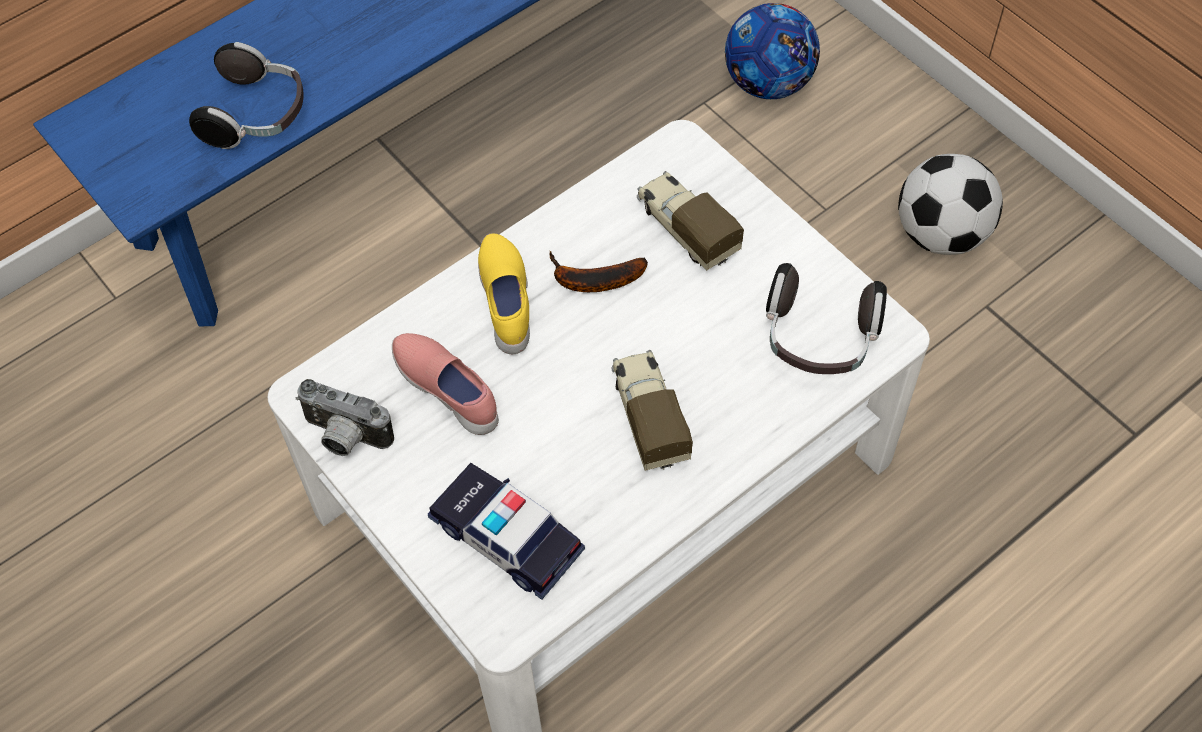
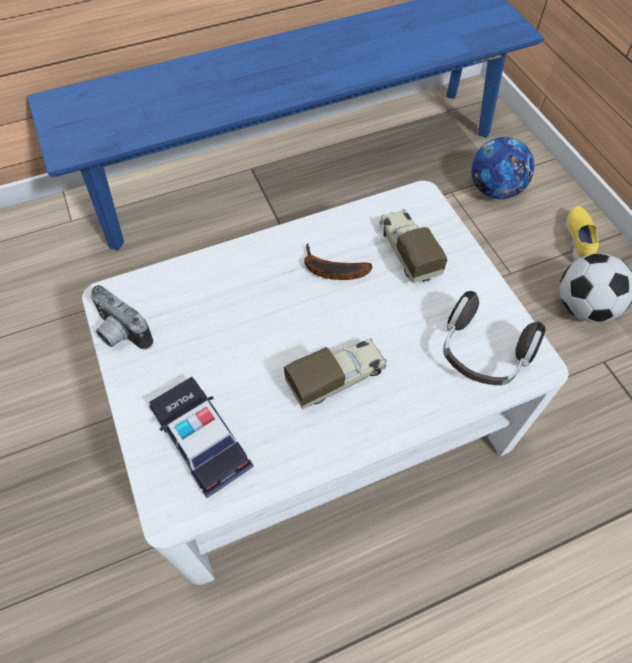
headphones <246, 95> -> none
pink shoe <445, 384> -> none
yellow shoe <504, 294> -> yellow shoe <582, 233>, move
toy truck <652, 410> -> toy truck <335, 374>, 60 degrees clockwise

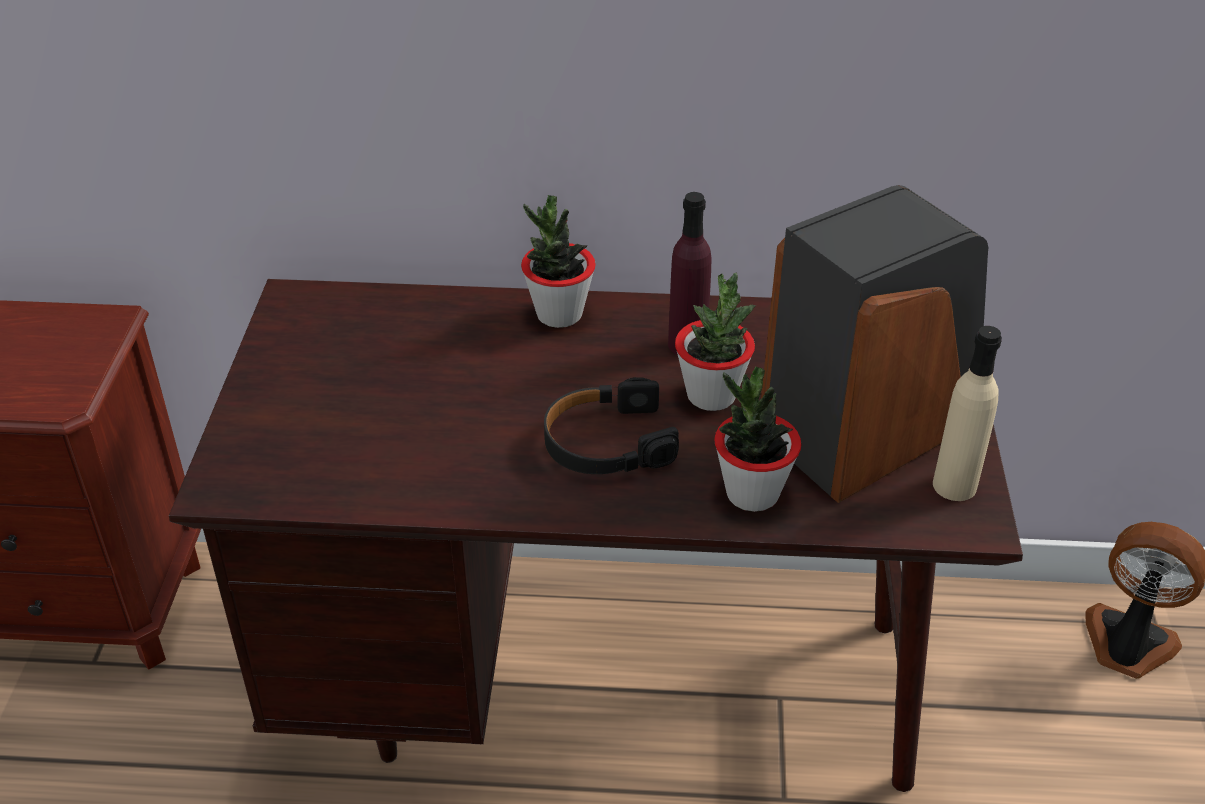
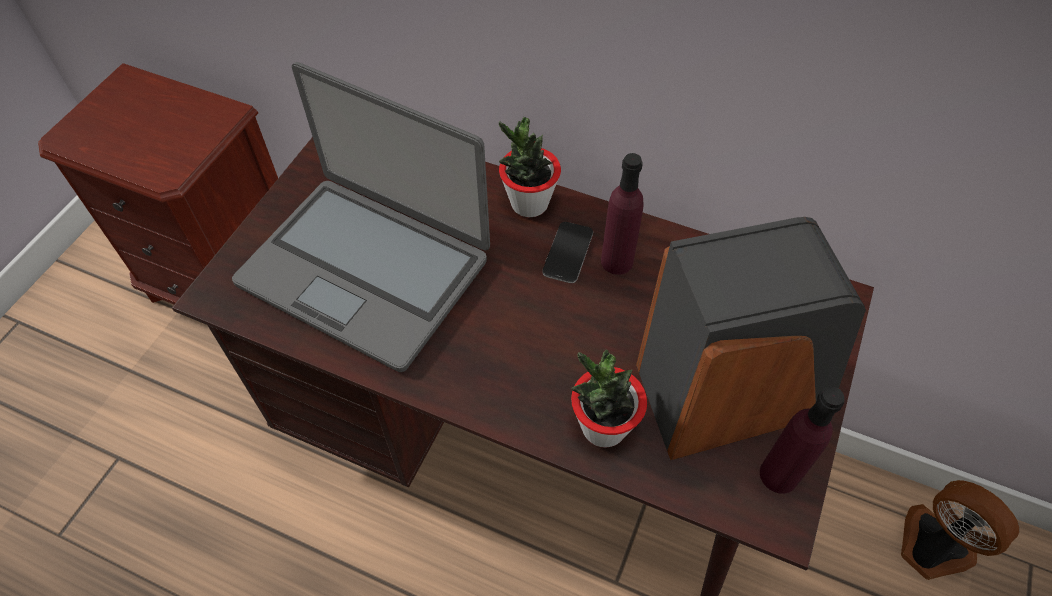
black headphones <611, 425> -> none
potted plant <715, 341> -> none
beige bottle <967, 413> -> purple bottle <802, 440>
none -> laptop <361, 217>
none -> phone <567, 252>

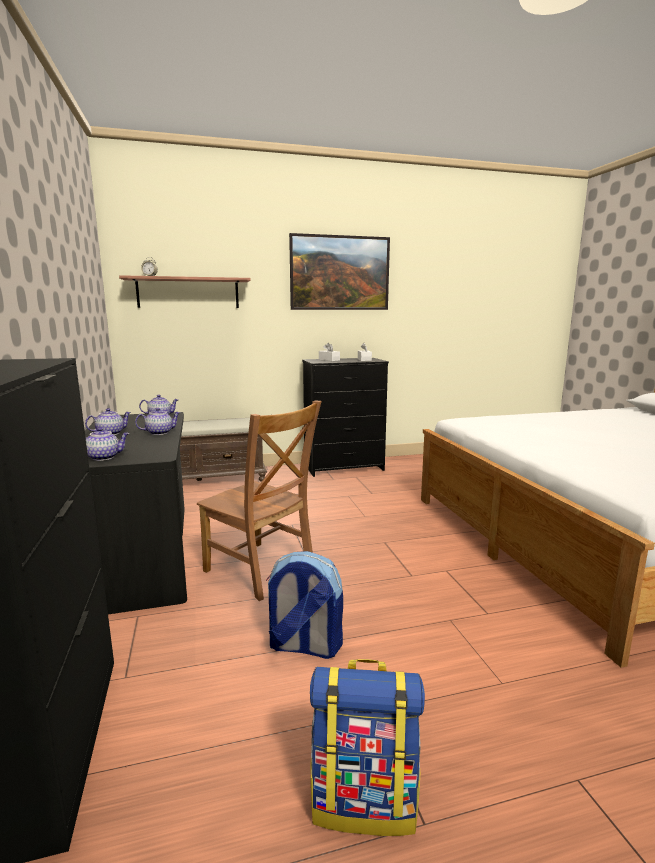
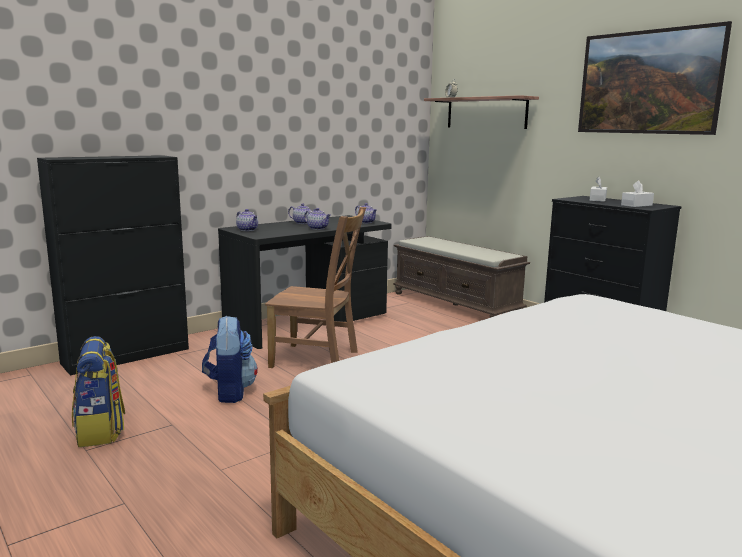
brown chair <259, 501> -> brown chair <315, 287>, 90 degrees counterclockwise

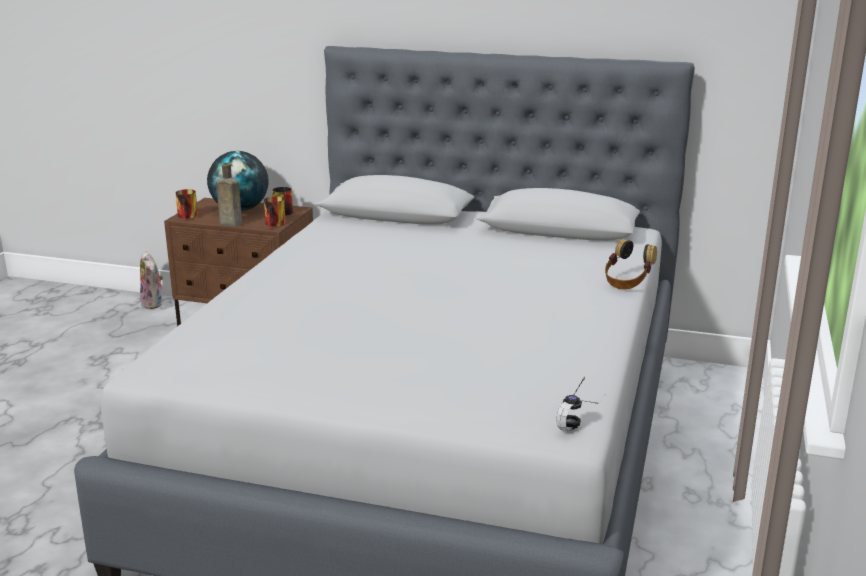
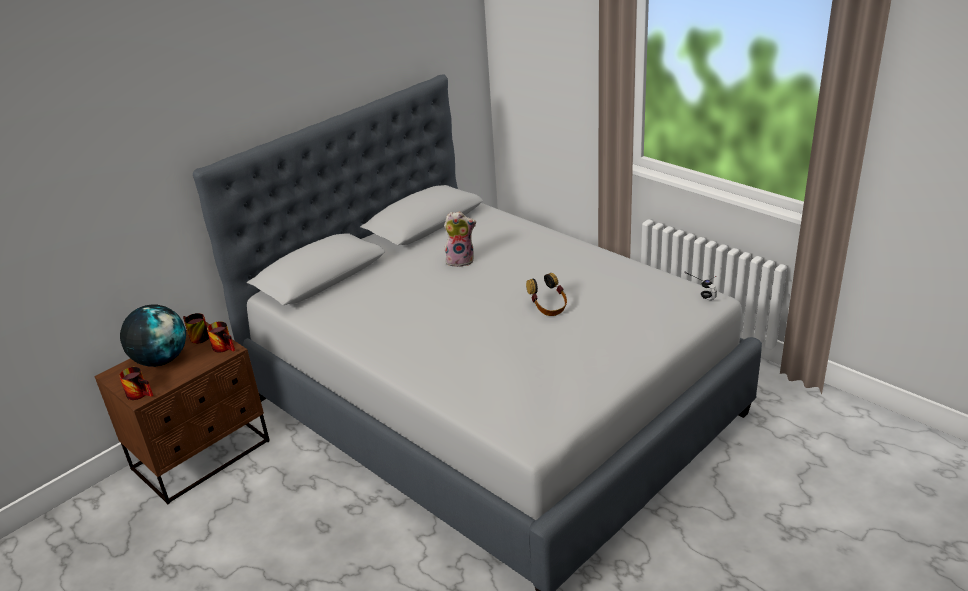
plush toy <151, 280> -> plush toy <460, 239>, move
brown bottle <229, 195> -> none
headphones <631, 264> -> headphones <546, 294>, move

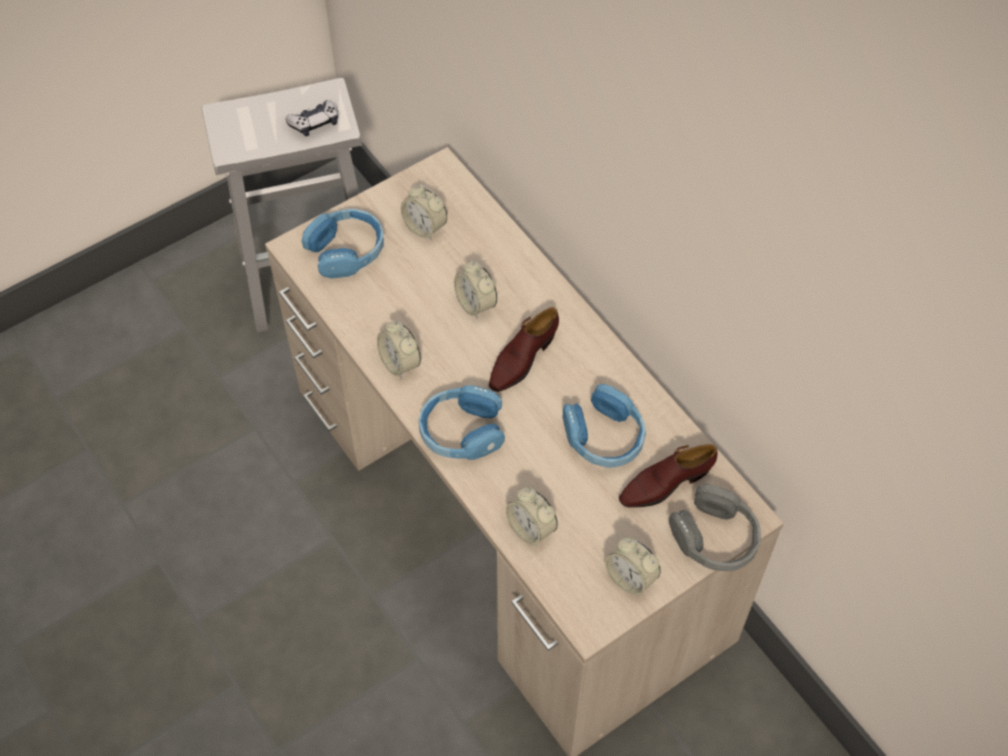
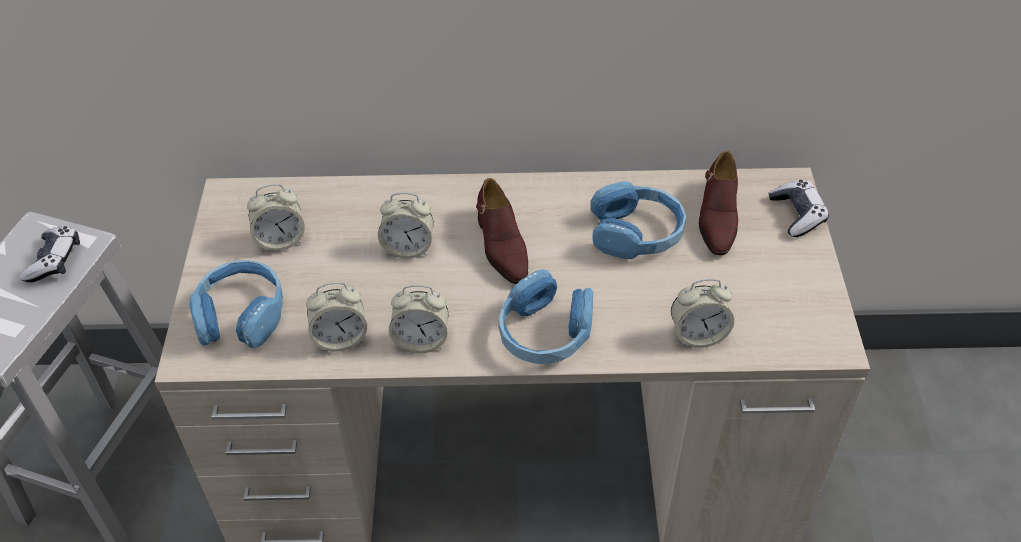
alarm clock <633, 566> -> alarm clock <336, 317>, move
grey headphones <715, 528> -> game controller <799, 208>

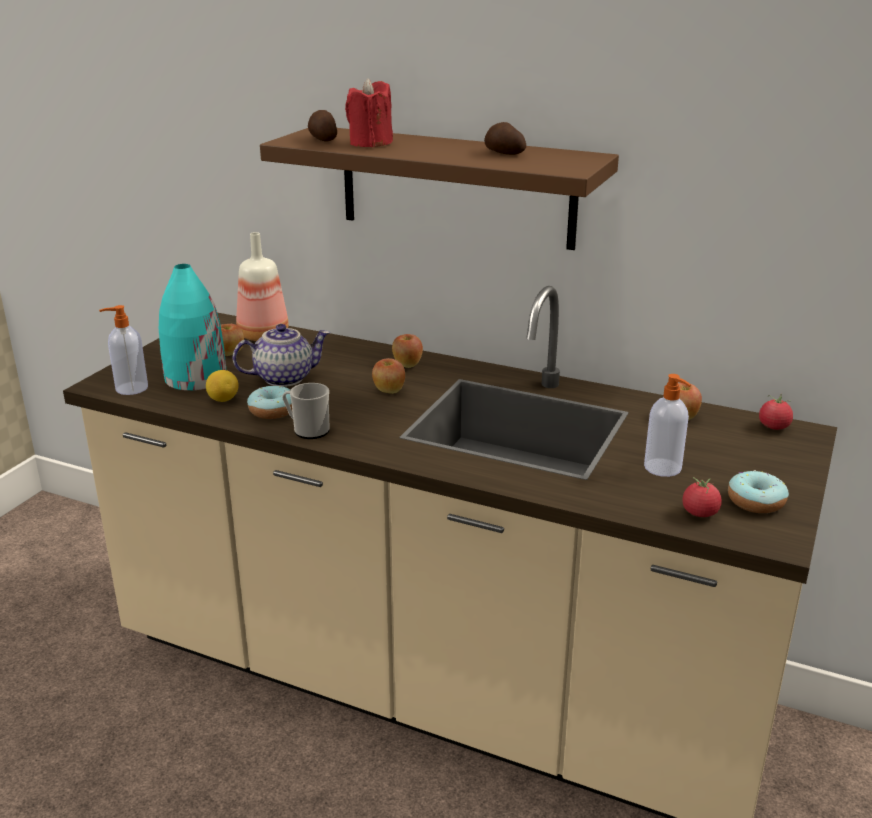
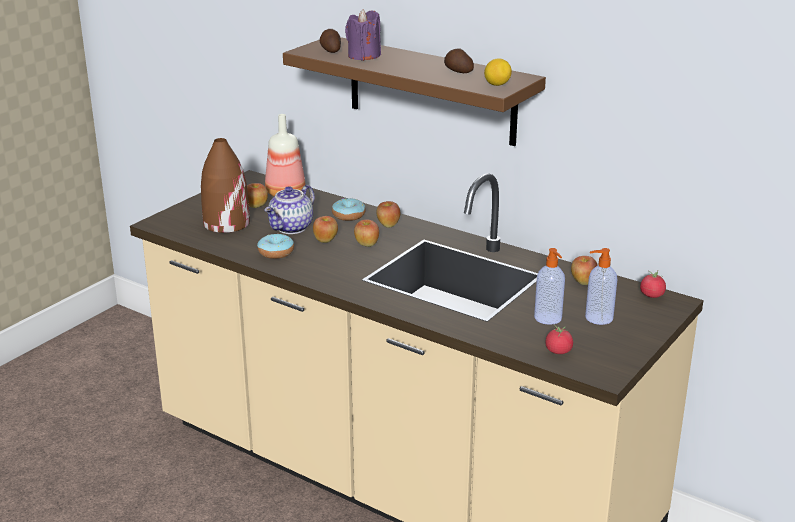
soap dispenser <123, 350> -> soap dispenser <601, 286>, move
turquoise vase <192, 327> -> brown vase <225, 185>
lemon <222, 386> -> lemon <498, 72>, move
teapot <281, 355> -> teapot <289, 209>, 135 degrees clockwise
mug <306, 411> -> none
red candle <369, 112> -> purple candle <363, 35>
donut <758, 491> -> donut <349, 209>, move
none -> apple <325, 229>

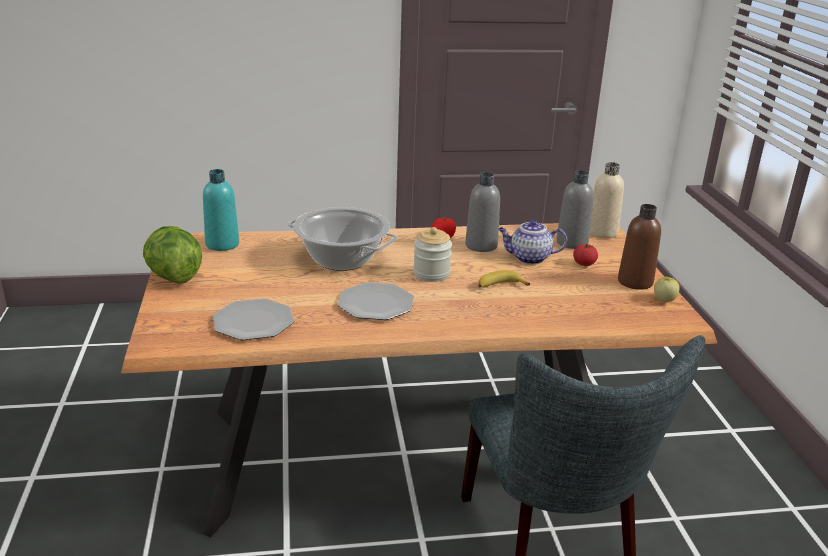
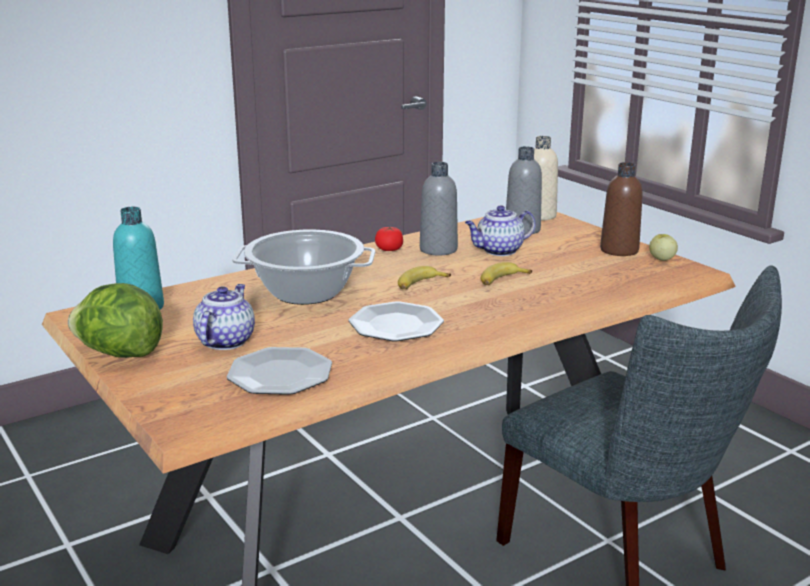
jar <432, 254> -> banana <424, 278>
tomato <585, 255> -> none
none -> teapot <224, 317>

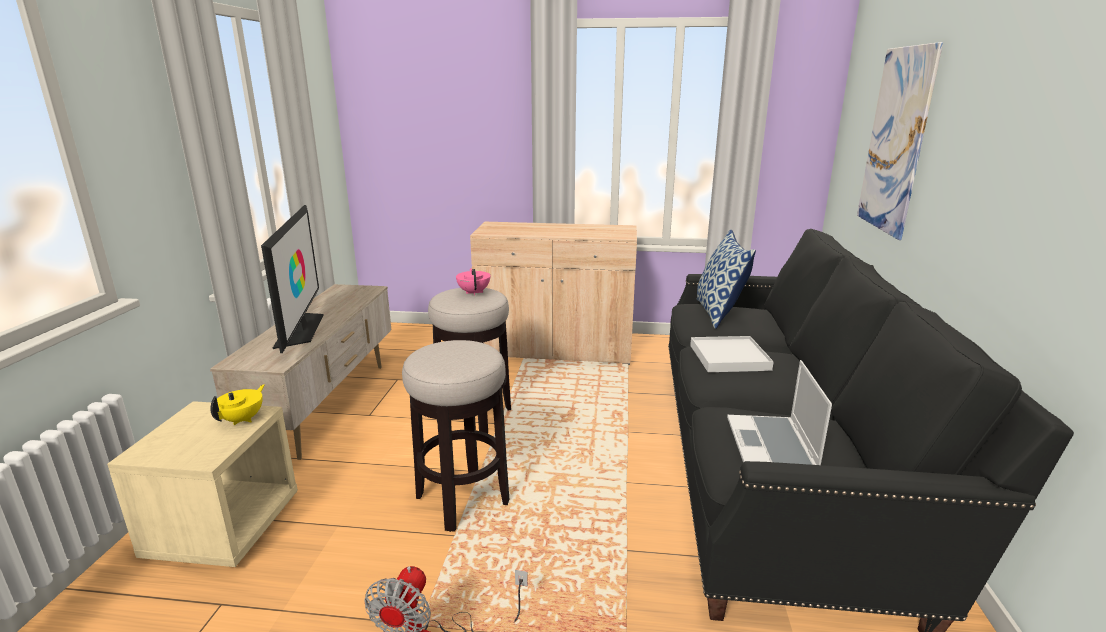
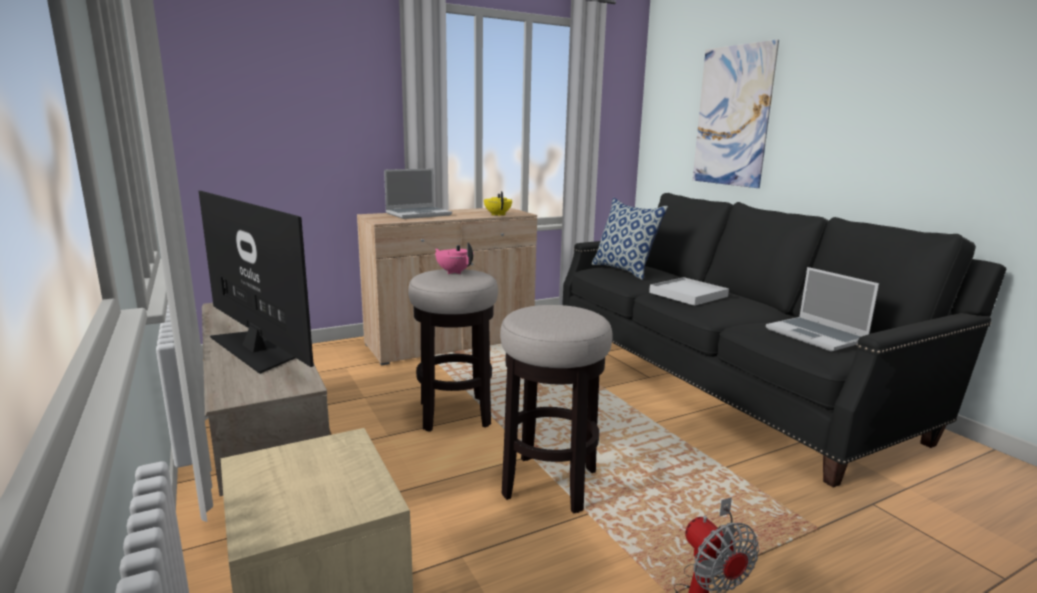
yellow teapot <237, 404> -> yellow teapot <498, 203>, move
none -> laptop <418, 193>

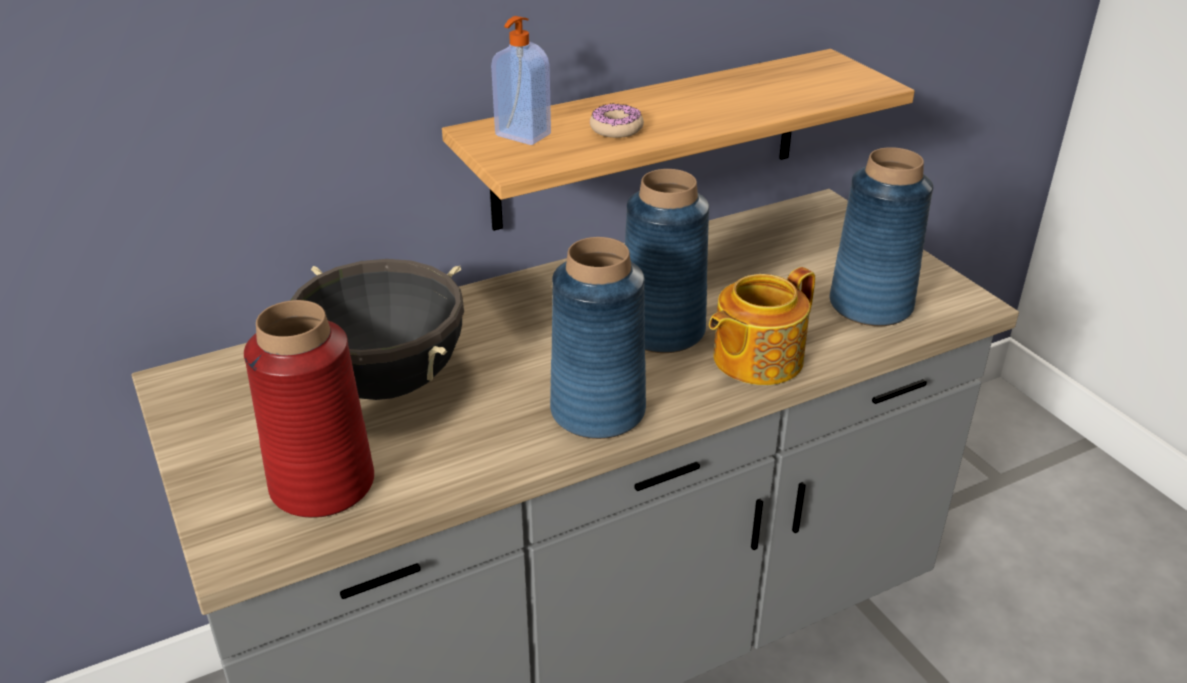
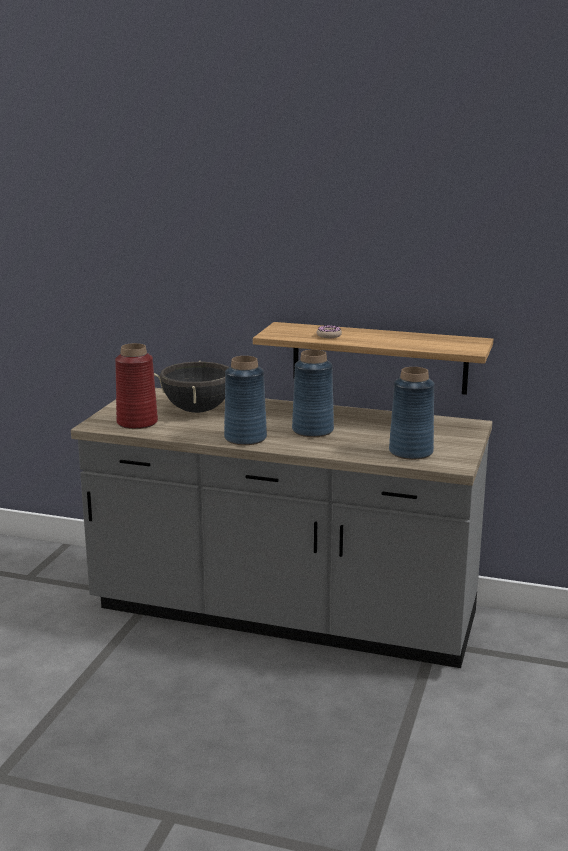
soap dispenser <521, 80> -> none
teapot <762, 326> -> none

